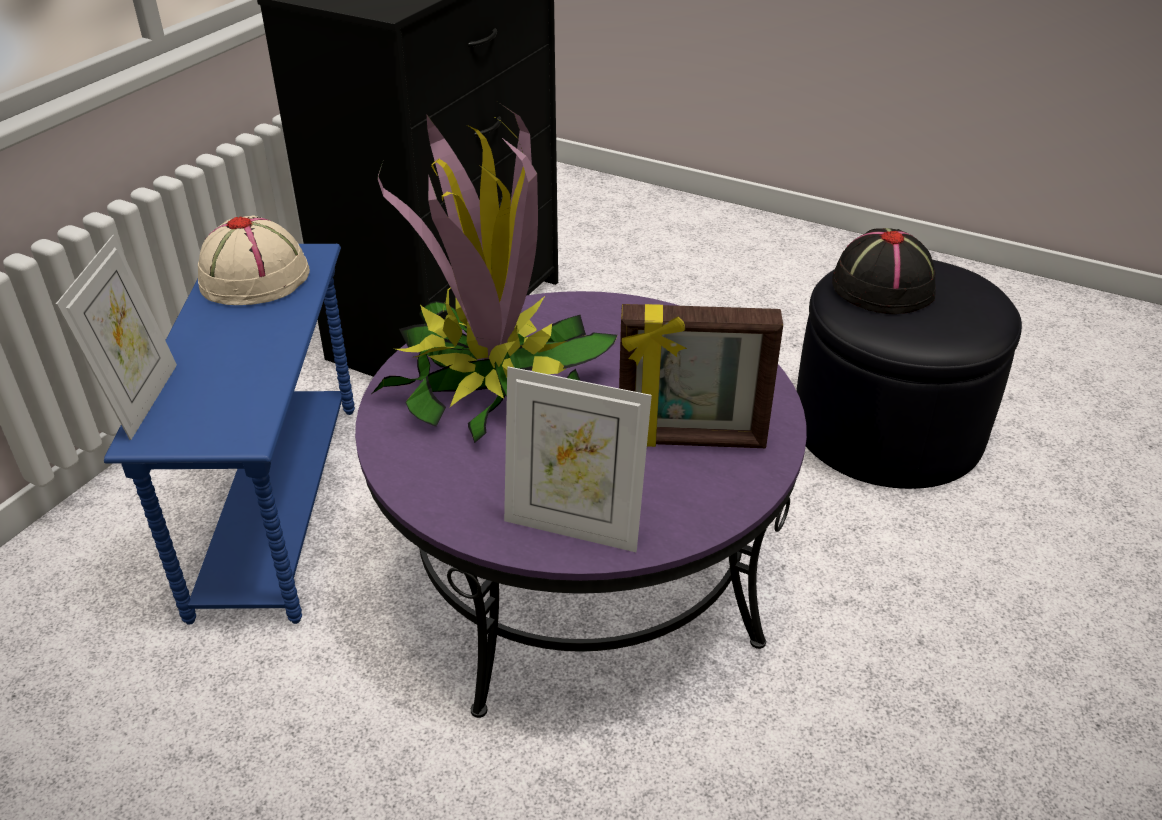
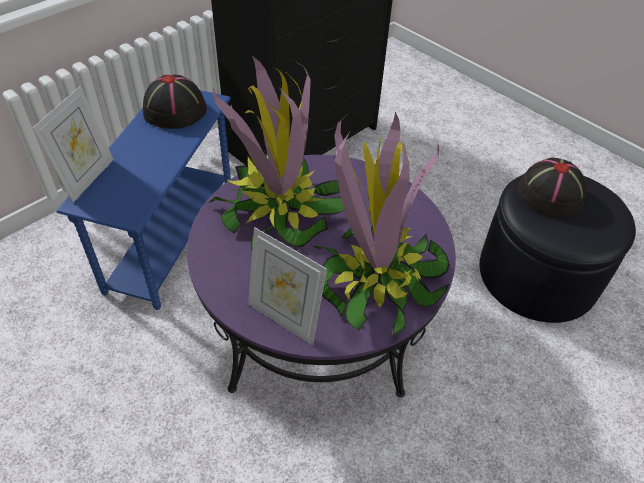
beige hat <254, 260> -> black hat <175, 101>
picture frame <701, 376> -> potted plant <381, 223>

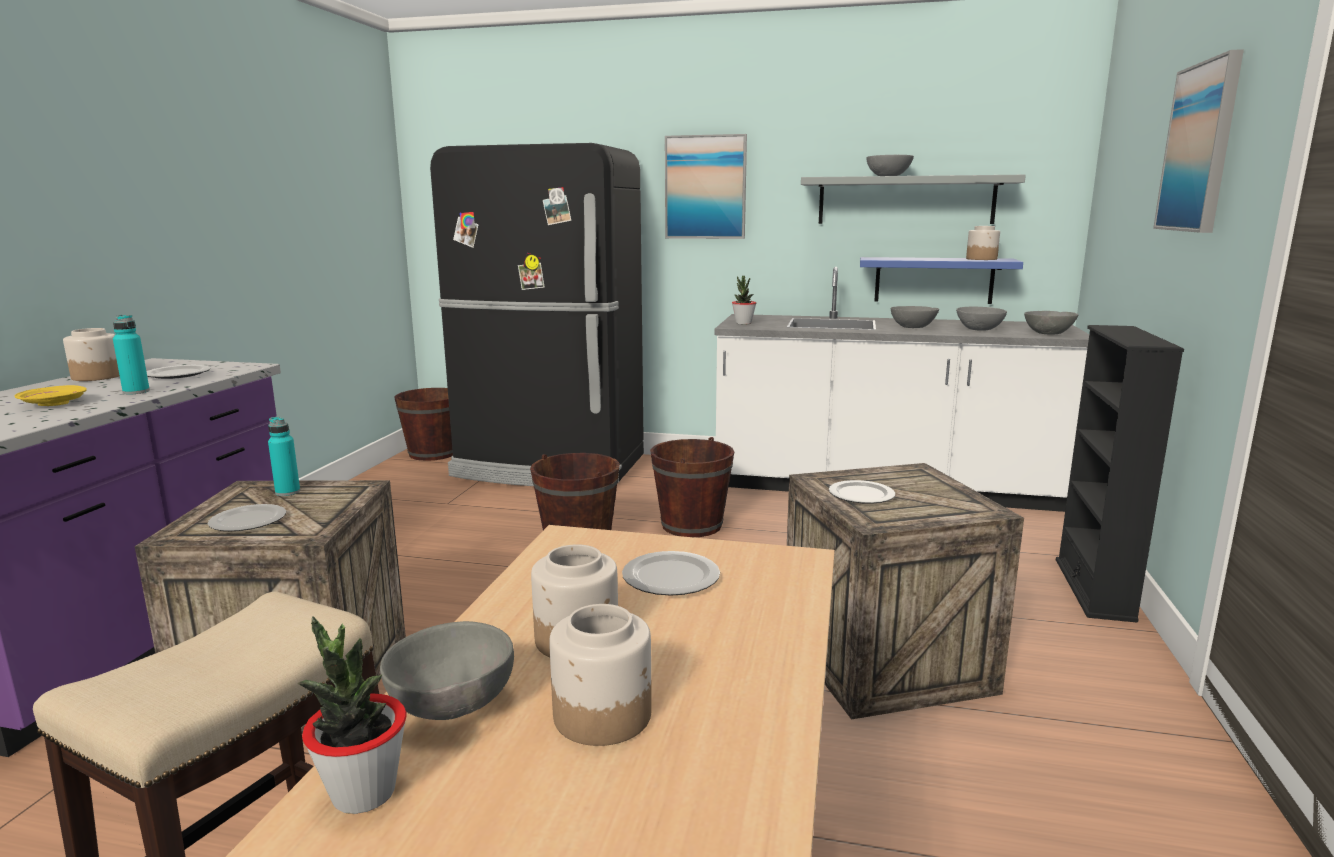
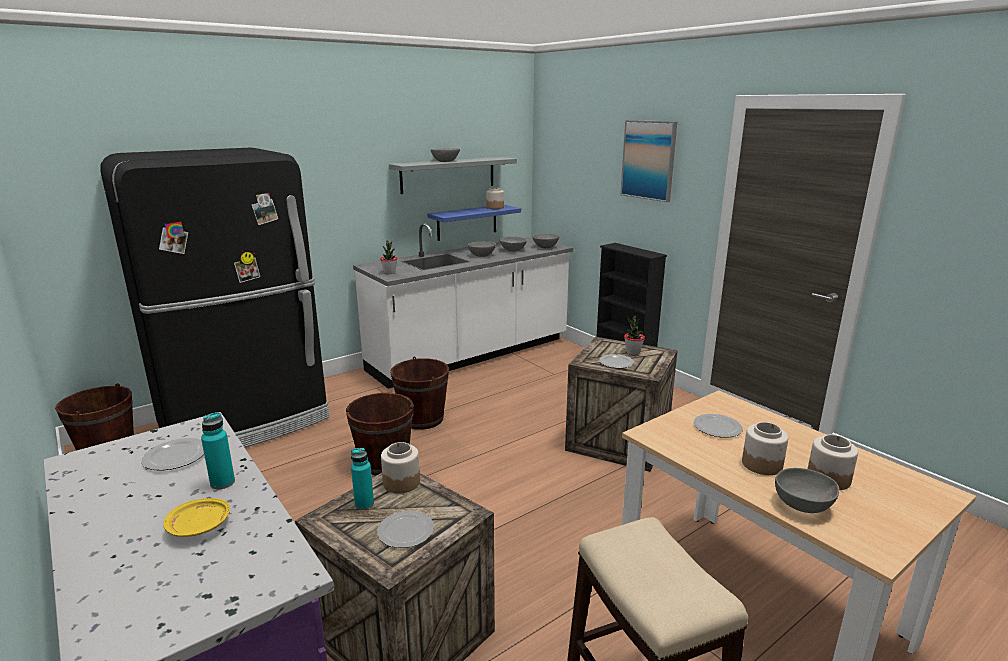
jar <91, 354> -> jar <400, 468>, move
potted plant <352, 715> -> potted plant <634, 335>, move
picture <706, 186> -> none

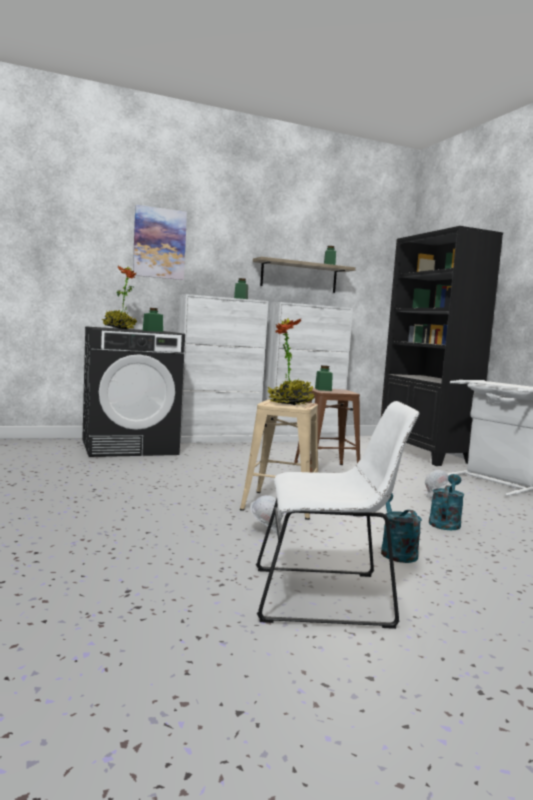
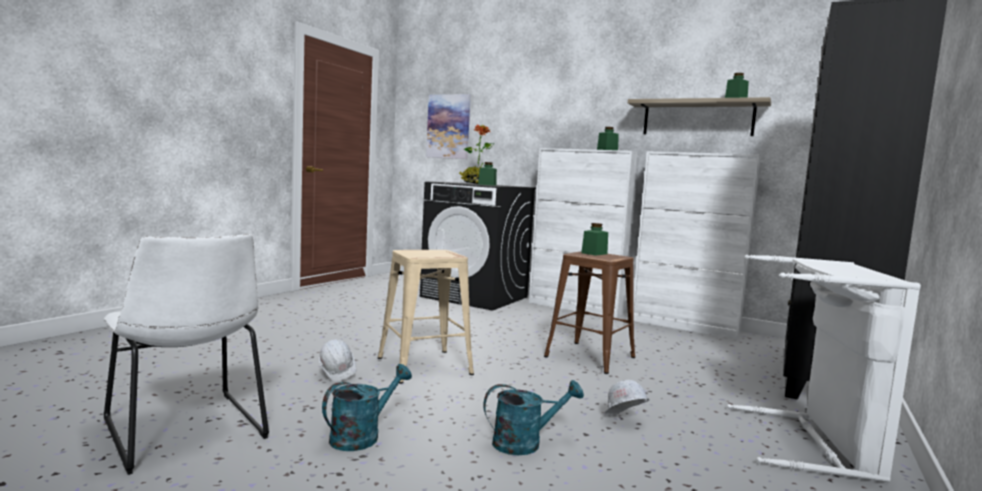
picture <160, 242> -> picture <448, 126>, move
potted plant <291, 361> -> none

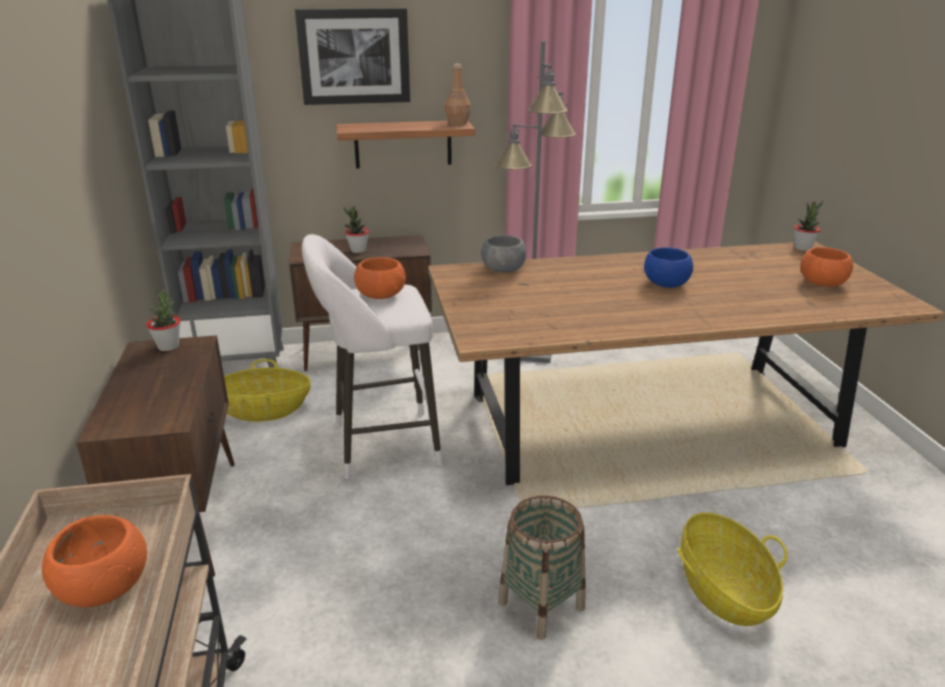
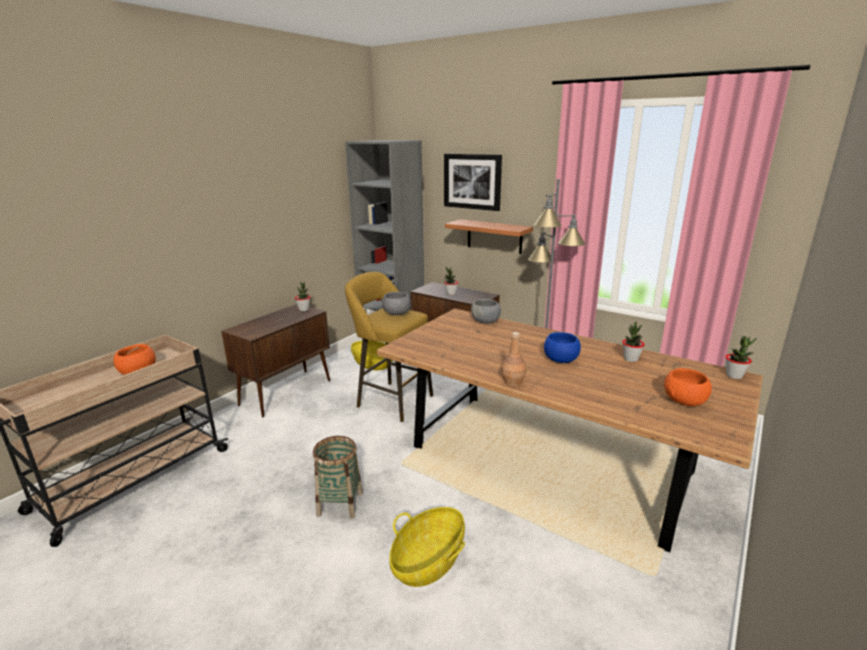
white stool <372, 356> -> yellow stool <389, 347>
orange bowl <380, 278> -> grey bowl <396, 303>
brown bottle <458, 94> -> brown bottle <513, 359>, move
none -> potted plant <633, 342>

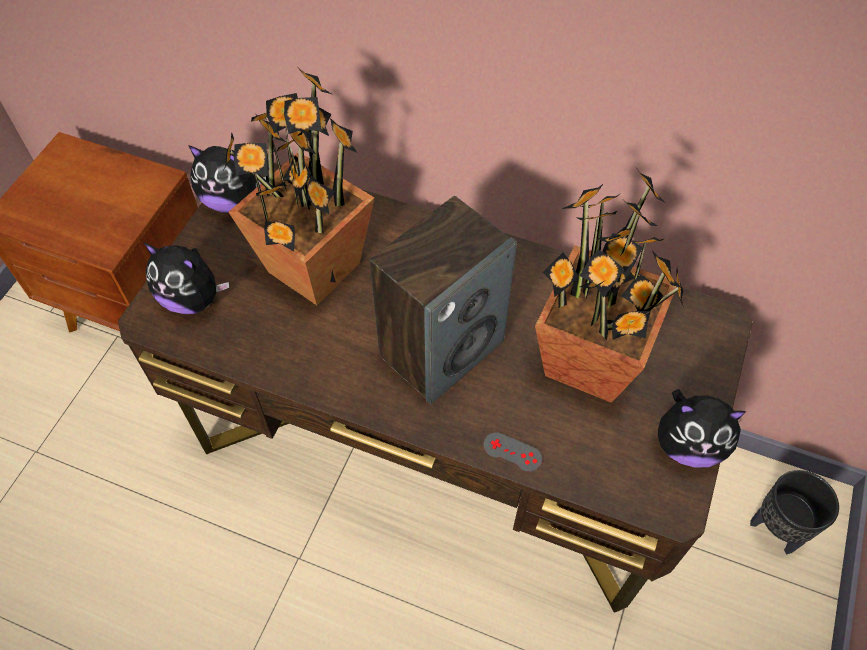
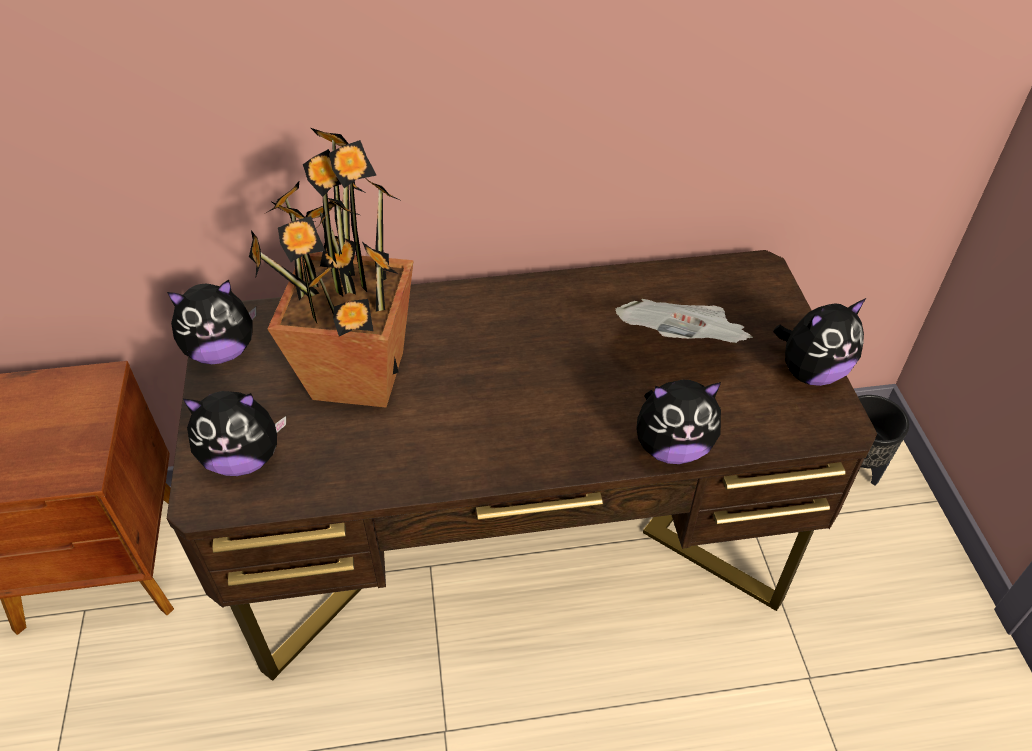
speaker <443, 300> -> none
grey game controller <512, 452> -> plush toy <678, 422>
potted plant <609, 285> -> newspaper <684, 321>

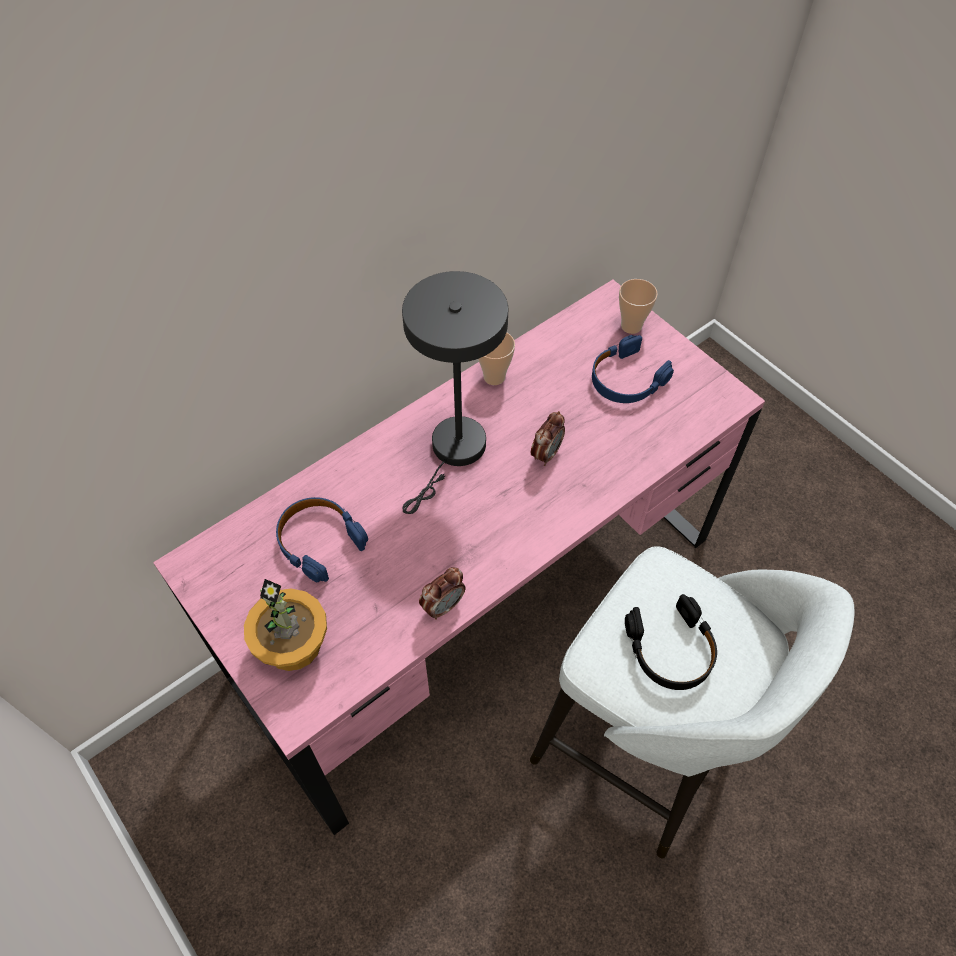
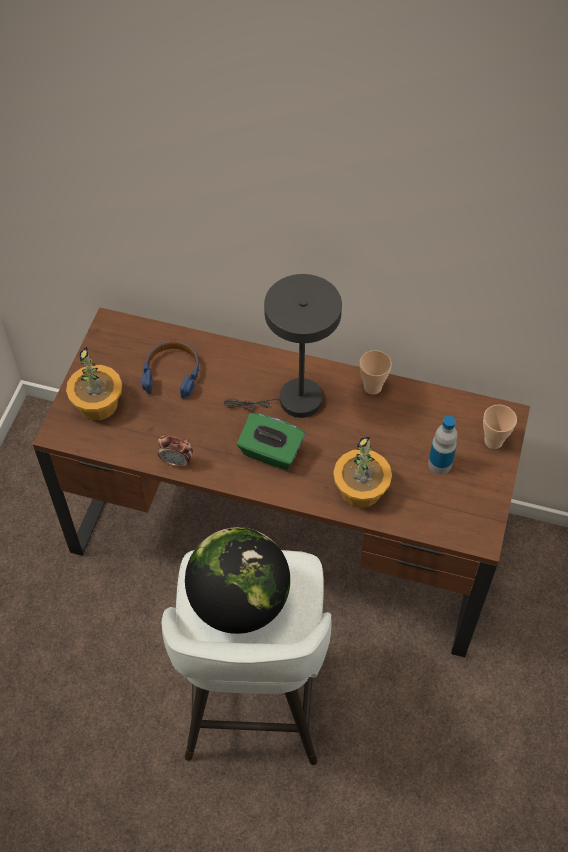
pink desk <459, 557> -> brown desk <281, 482>
alarm clock <548, 438> -> none
blue headphones <633, 369> -> bottle <443, 445>
black headphones <671, 642> -> globe <237, 580>
none -> green tissue box <271, 441>
none -> potted plant <362, 472>

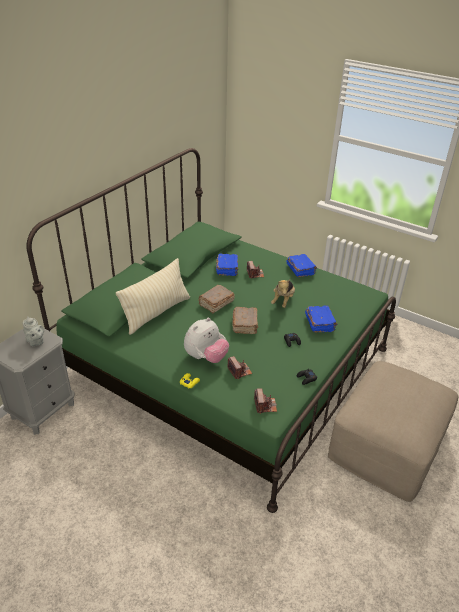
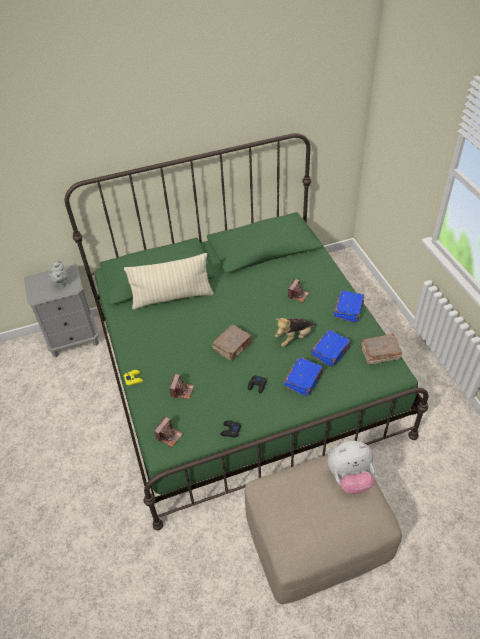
plush toy <206, 340> -> plush toy <351, 467>, move
brown book <217, 299> -> brown book <381, 349>, move
blue book <227, 265> -> blue book <331, 348>, move

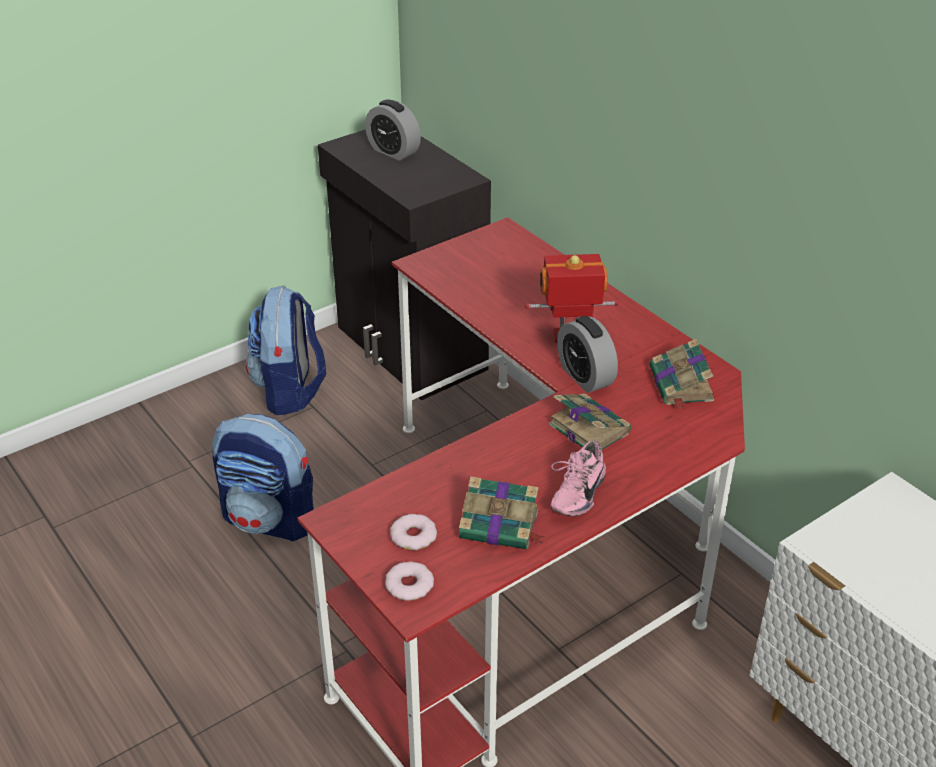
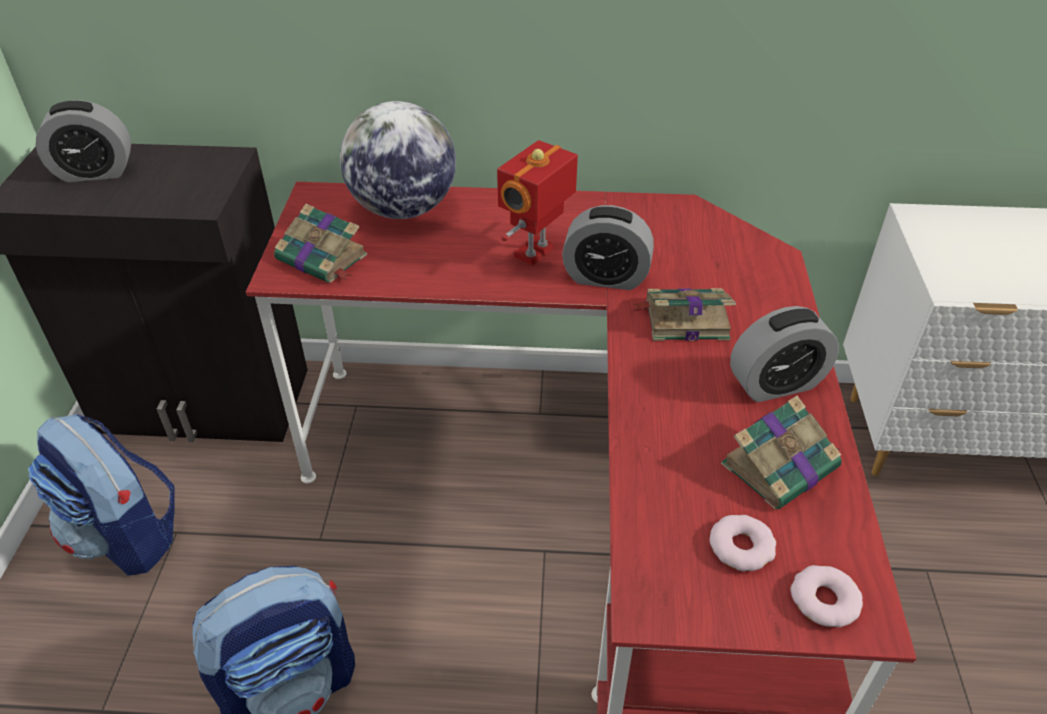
pink shoe <578, 478> -> alarm clock <784, 354>
book <681, 373> -> book <320, 243>, move
none -> globe <398, 160>

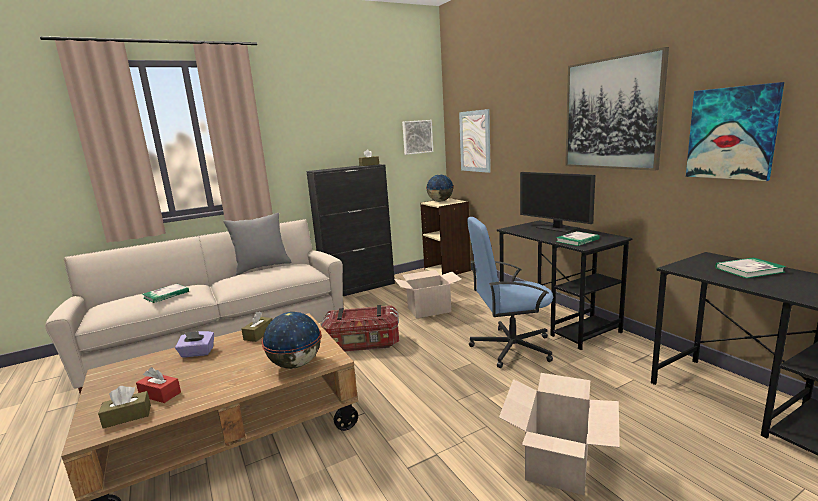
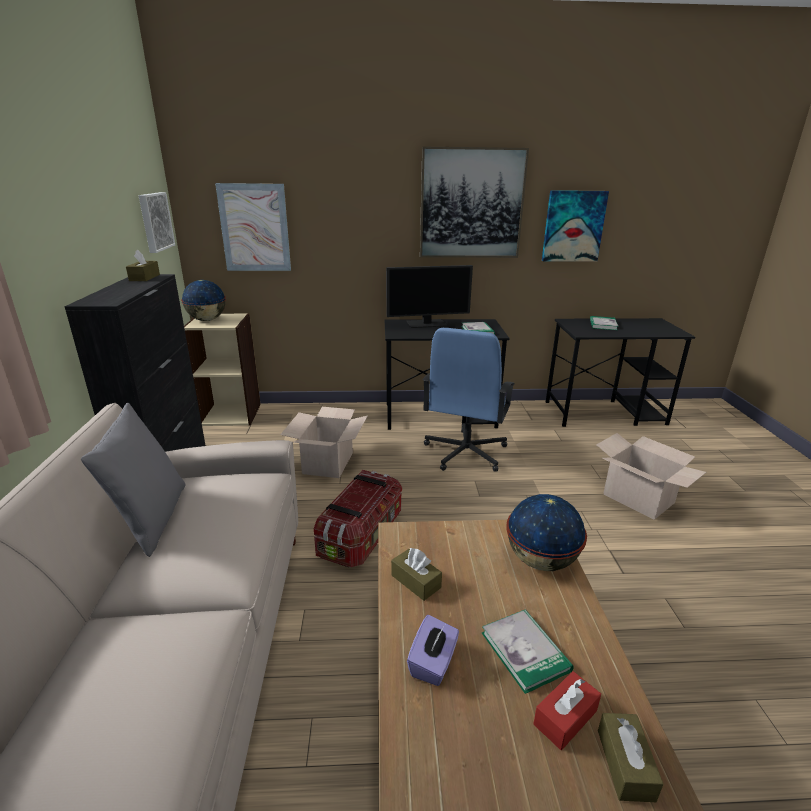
book <165, 293> -> book <528, 651>, move

